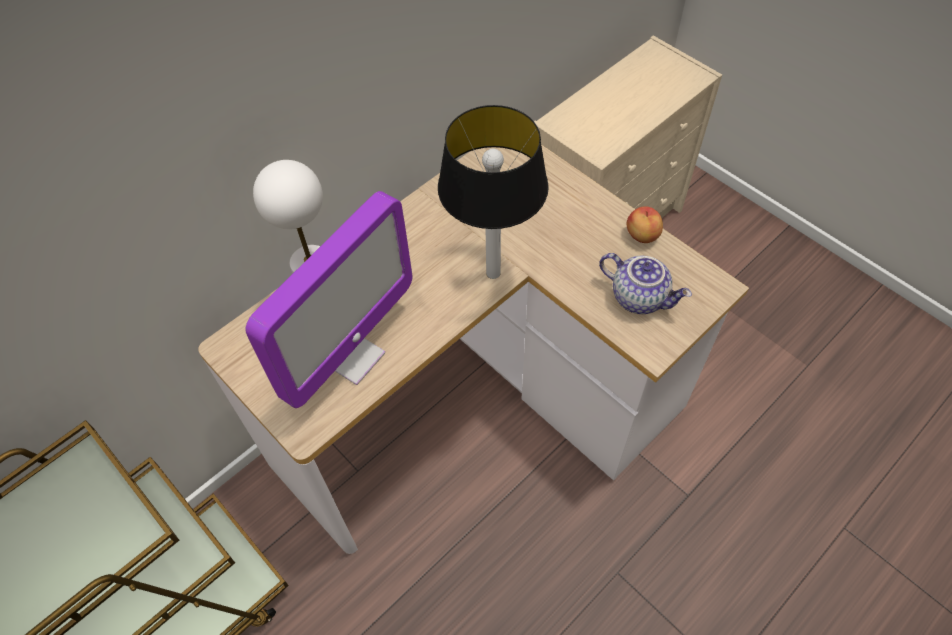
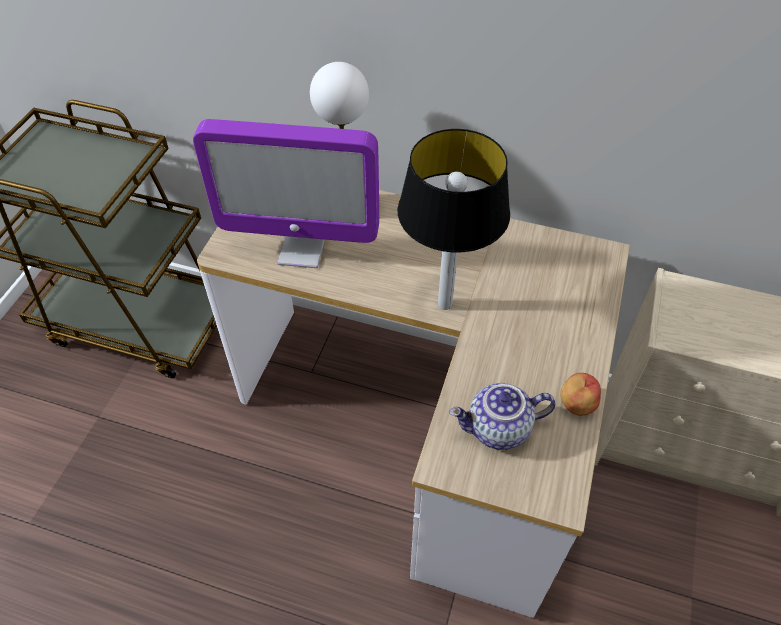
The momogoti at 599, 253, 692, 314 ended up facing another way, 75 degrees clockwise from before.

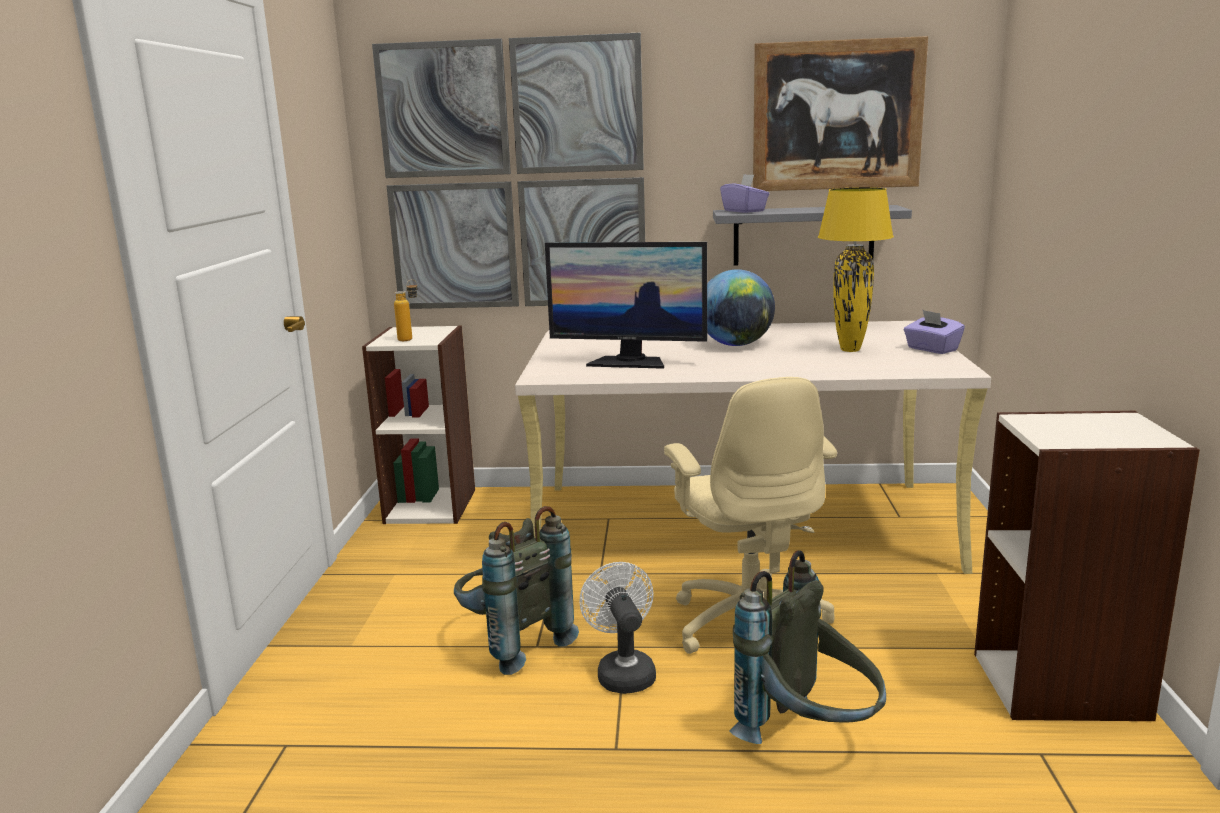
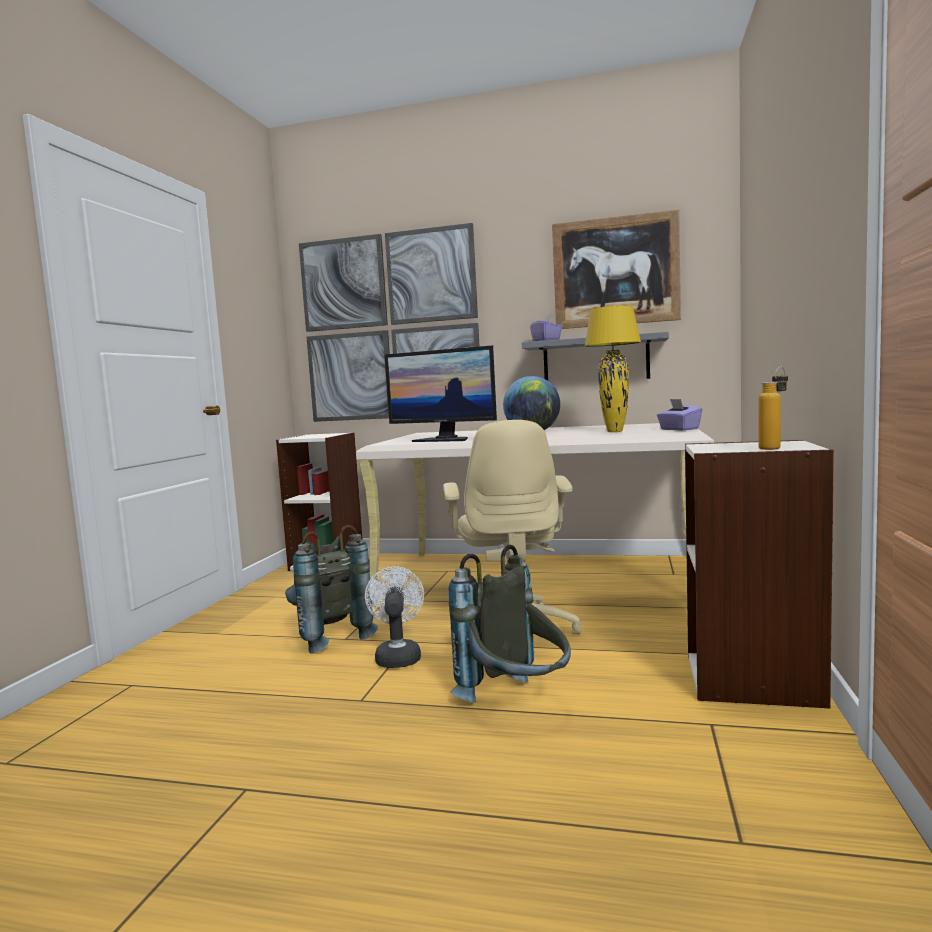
The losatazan ended up elsewhere, having gone from 394, 279, 418, 341 to 758, 367, 788, 450.

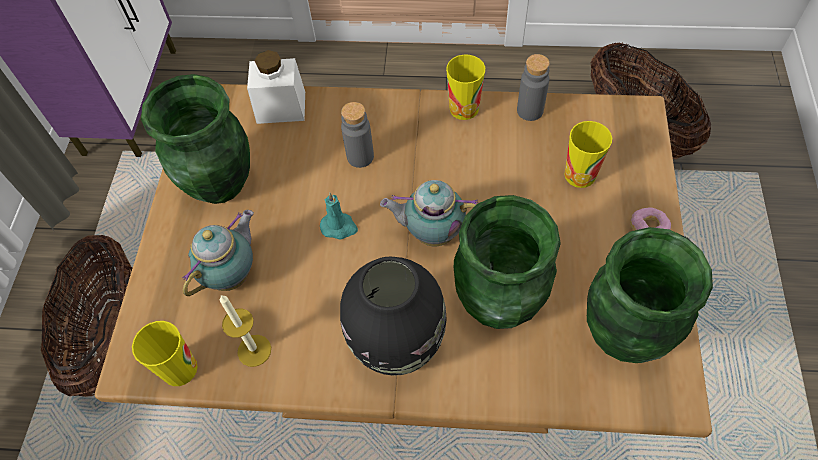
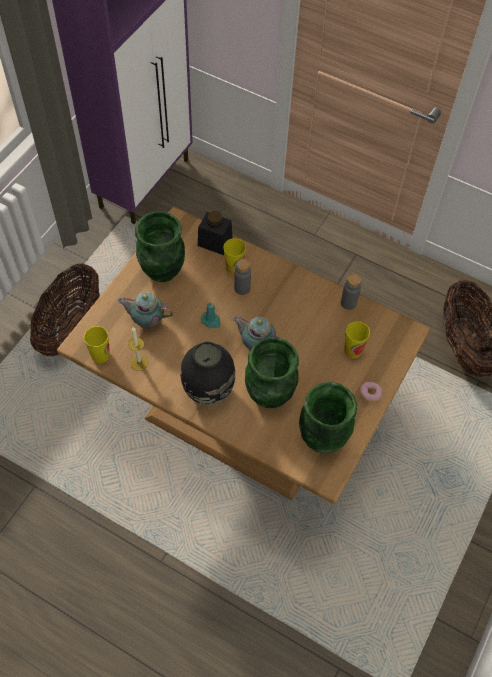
What was the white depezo at 247, 50, 305, 124 turned into the black depezo at 198, 211, 233, 255.
The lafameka ended up elsewhere, having gone from 446, 55, 485, 120 to 223, 238, 246, 275.
The momogoti at 182, 210, 254, 296 ended up facing another way, 135 degrees counterclockwise from before.

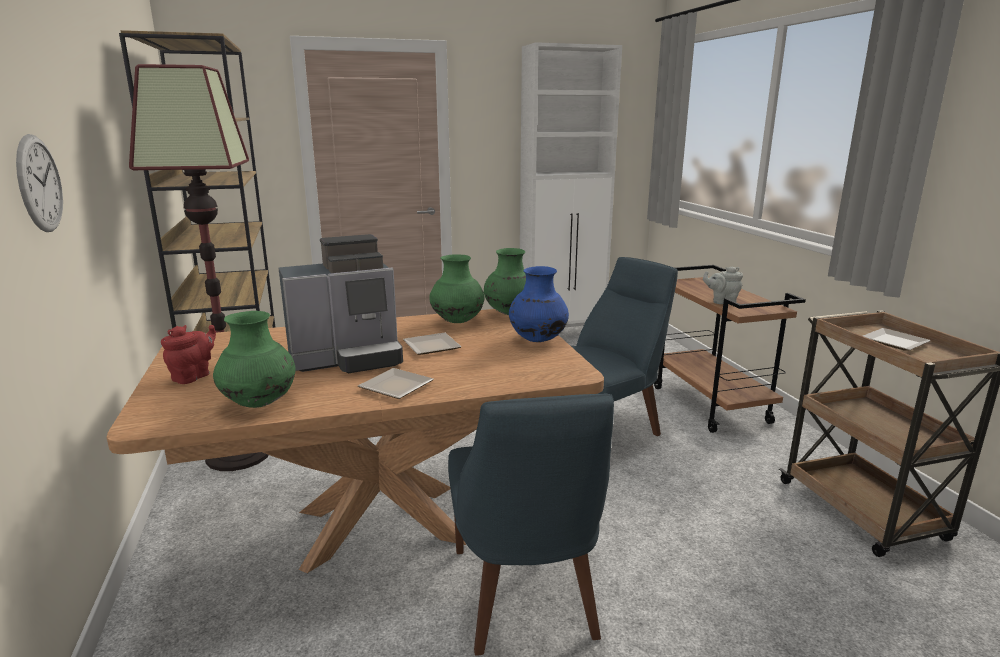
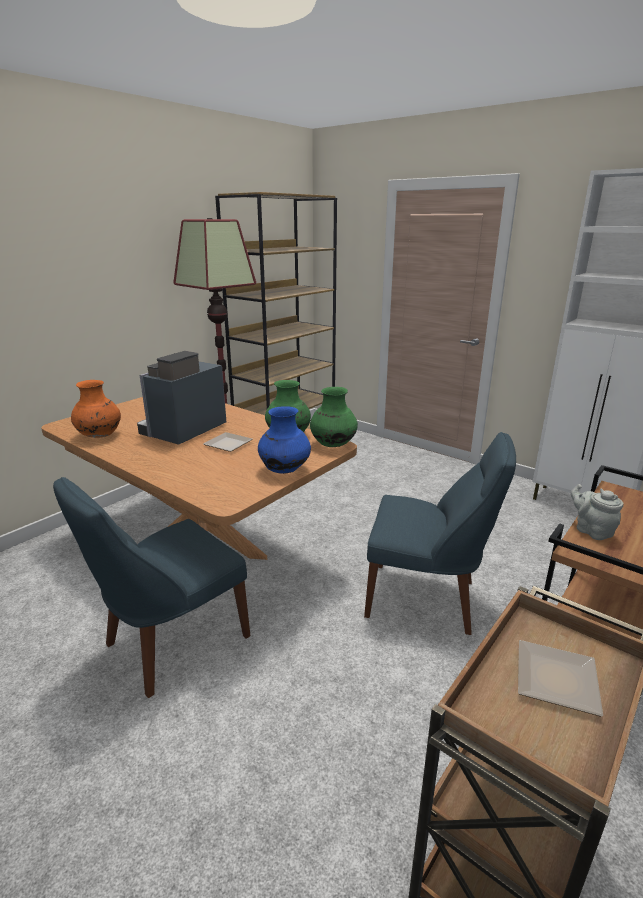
The second view lost the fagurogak at 16, 134, 63, 232.
The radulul at 279, 234, 403, 373 ended up facing another way, 90 degrees clockwise from before.
What was the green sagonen at 213, 311, 296, 408 turned into the orange sagonen at 71, 380, 121, 438.
The second view lost the red momogoti at 161, 325, 216, 384.
The second view lost the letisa at 358, 368, 434, 399.

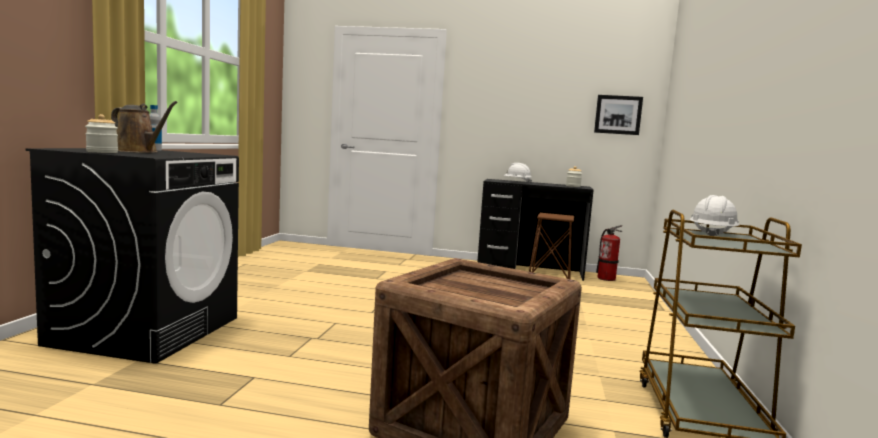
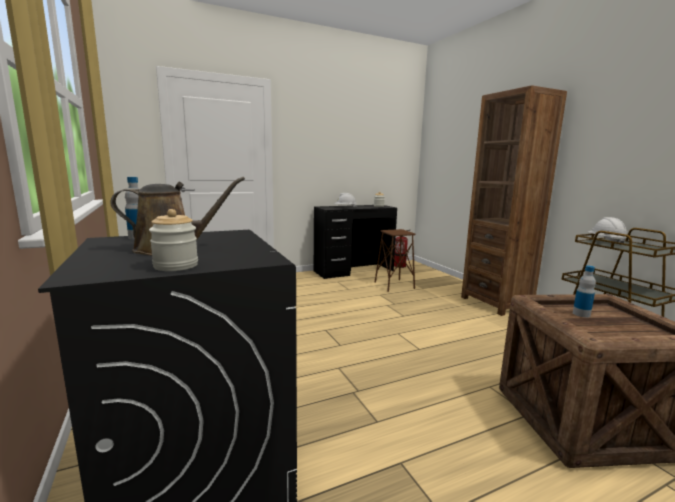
The second view lost the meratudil at 594, 95, 643, 135.
The second view gained the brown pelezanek at 461, 85, 567, 316.
The second view gained the losatazan at 573, 265, 596, 318.

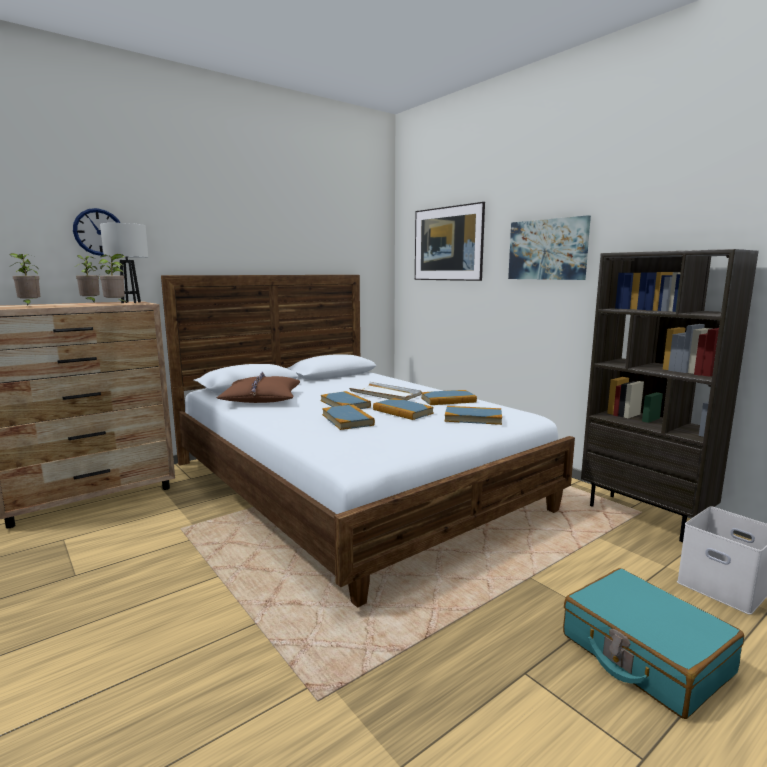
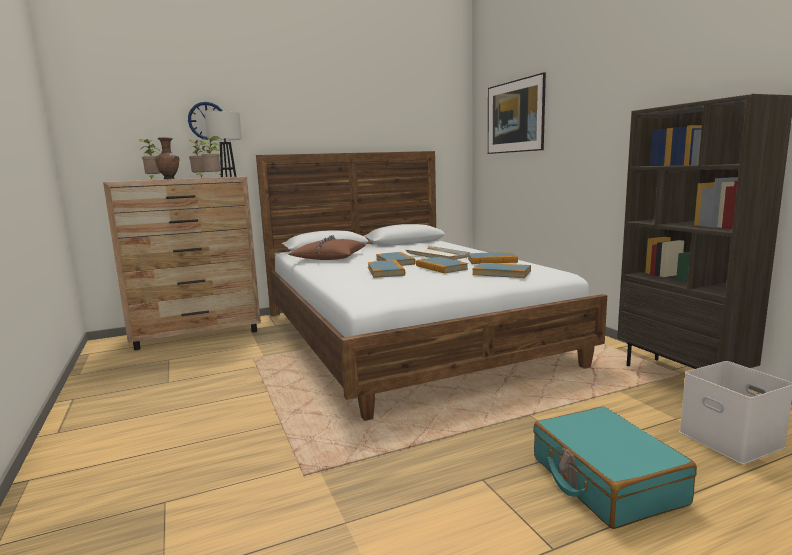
The second view lost the meratudil at 508, 215, 591, 280.
The second view gained the brown sagonen at 155, 137, 179, 179.

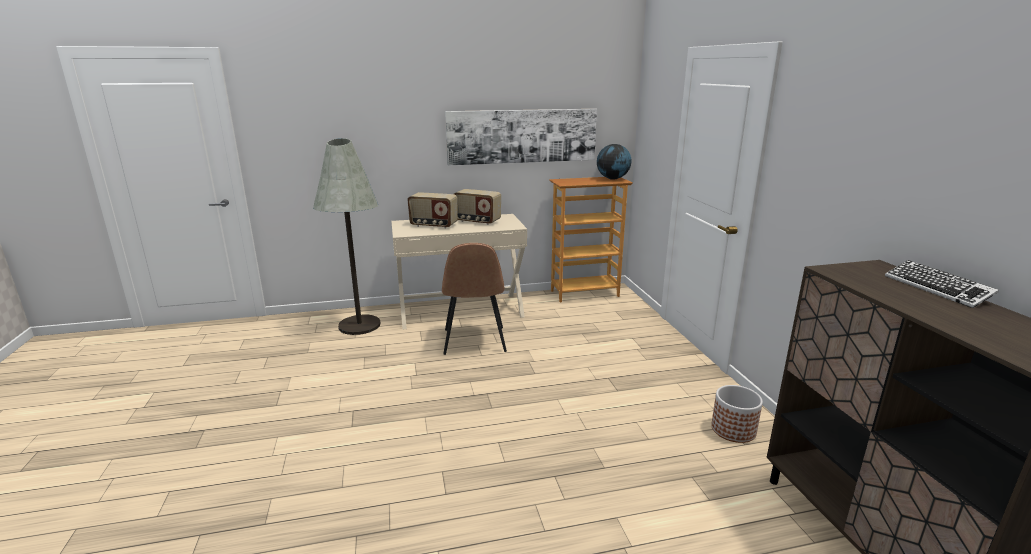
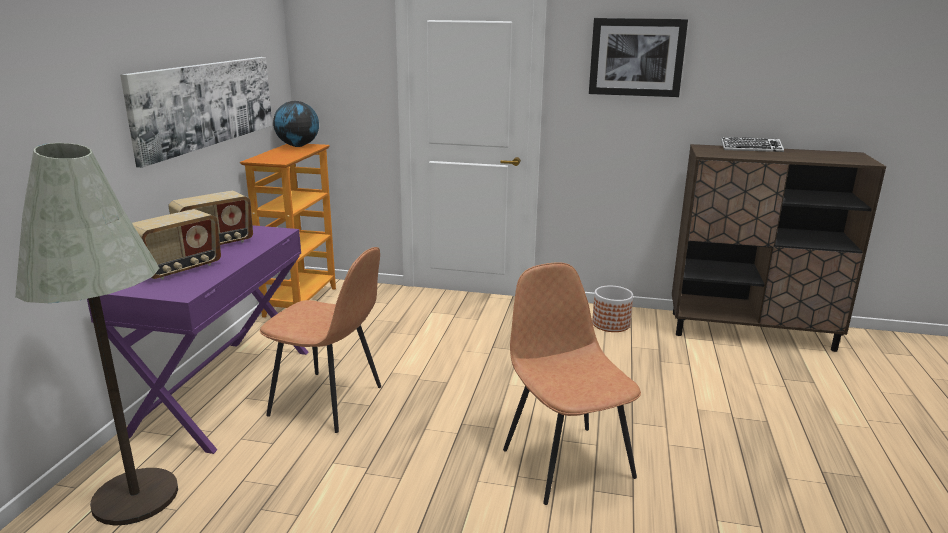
What was the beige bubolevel at 391, 214, 527, 330 turned into the purple bubolevel at 87, 225, 308, 454.
The second view gained the meratudil at 589, 18, 688, 97.
The second view gained the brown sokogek at 503, 262, 641, 505.

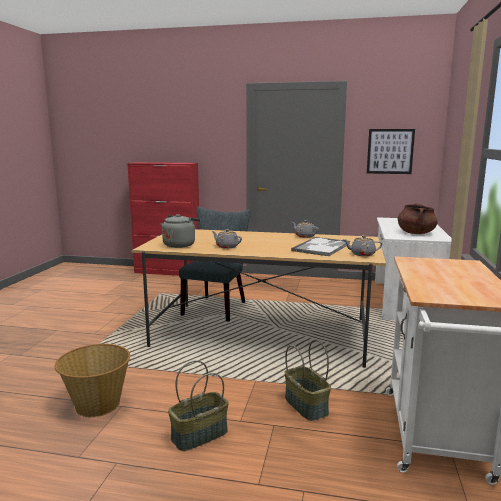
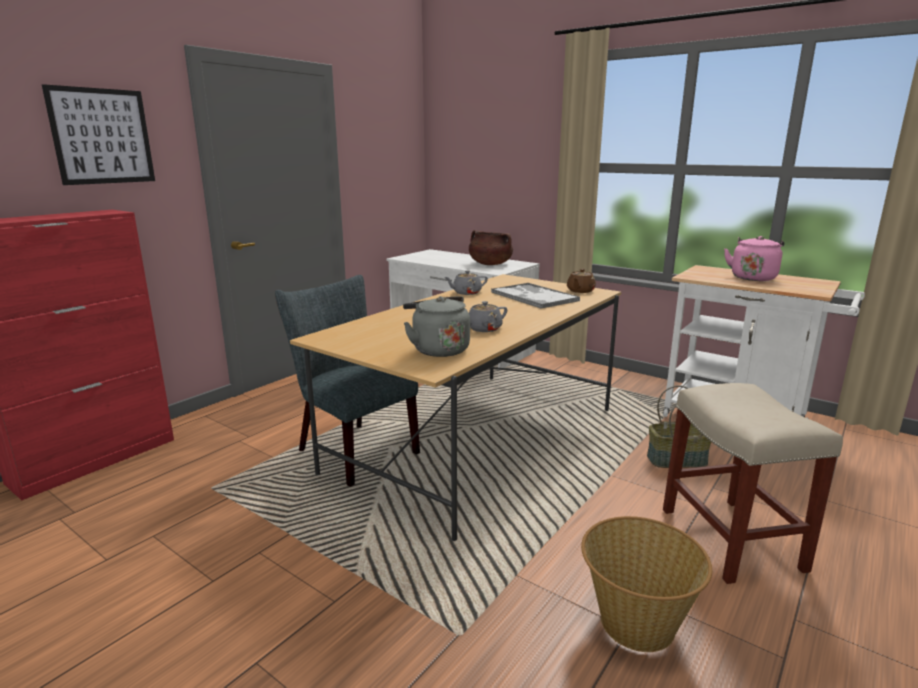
The meratudil ended up elsewhere, having gone from 367, 129, 415, 174 to 42, 84, 155, 185.
What was the grey momogoti at 342, 235, 382, 256 turned into the brown momogoti at 567, 269, 596, 293.
Where the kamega stood at 168, 360, 229, 451, the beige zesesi came to stand at 663, 383, 843, 584.
The second view gained the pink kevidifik at 724, 236, 784, 281.

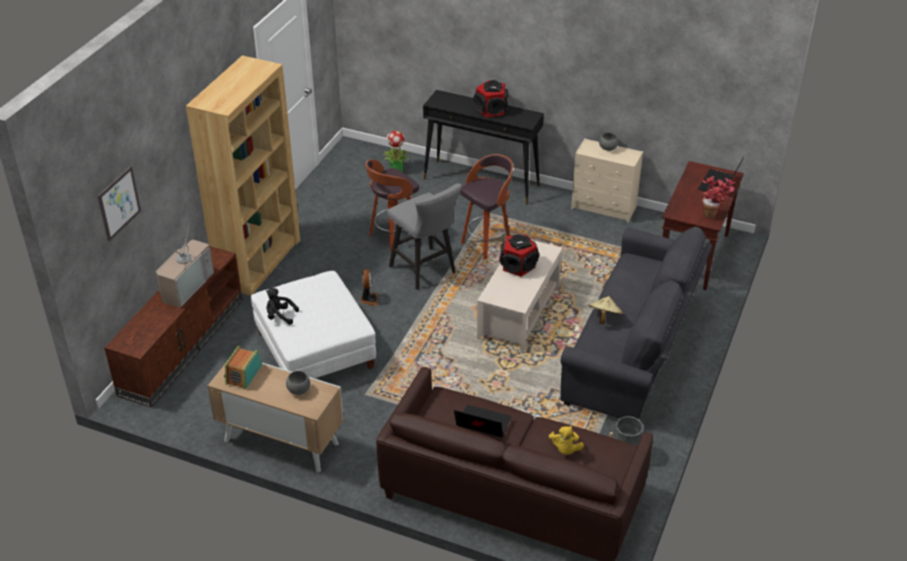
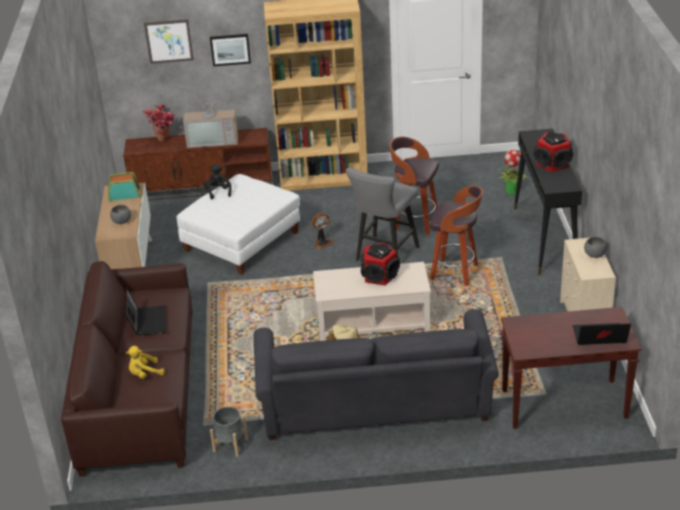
The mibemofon ended up elsewhere, having gone from 702, 176, 735, 218 to 143, 104, 175, 142.
The second view gained the meratudil at 210, 34, 251, 66.

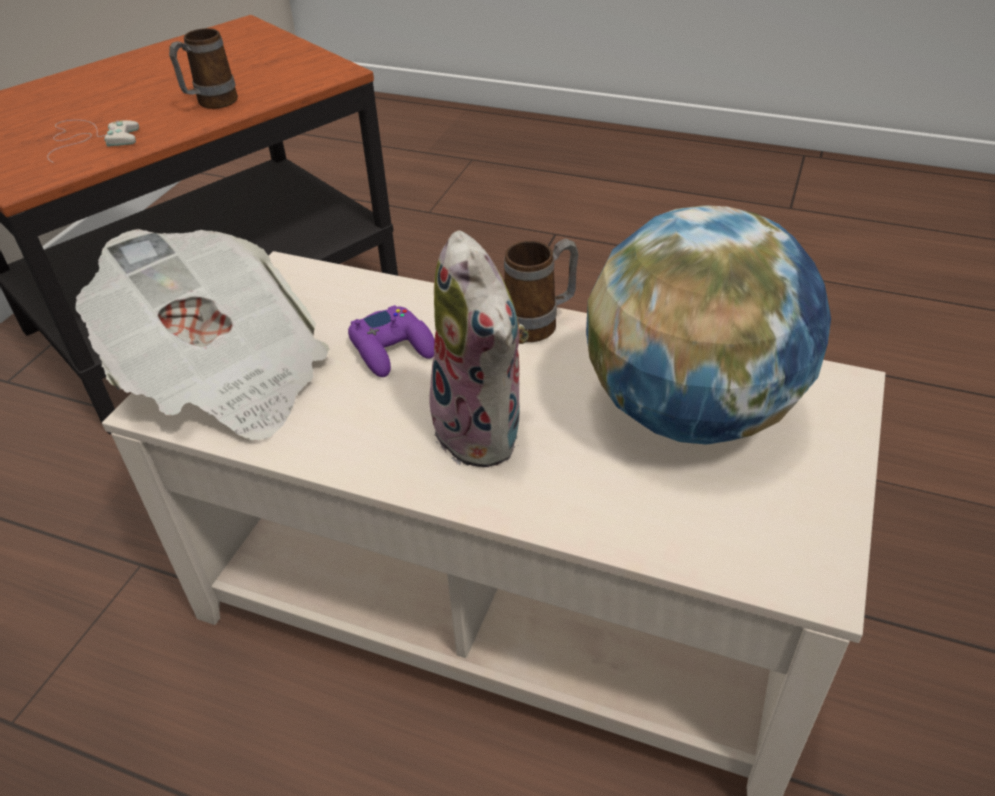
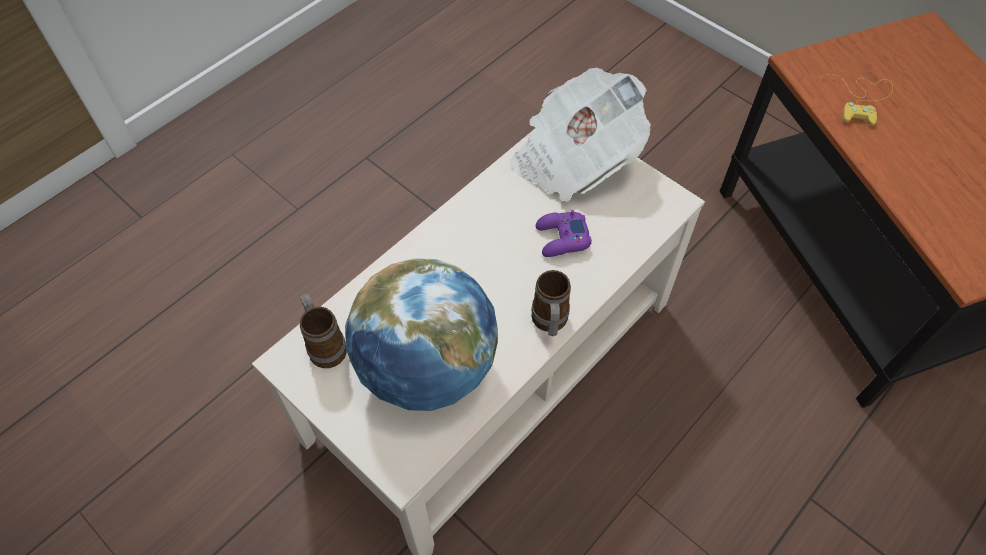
The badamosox ended up elsewhere, having gone from 169, 28, 238, 109 to 300, 294, 347, 368.
What was the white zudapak at 47, 120, 139, 163 turned into the yellow zudapak at 820, 74, 893, 126.
The second view lost the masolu at 426, 231, 528, 467.

